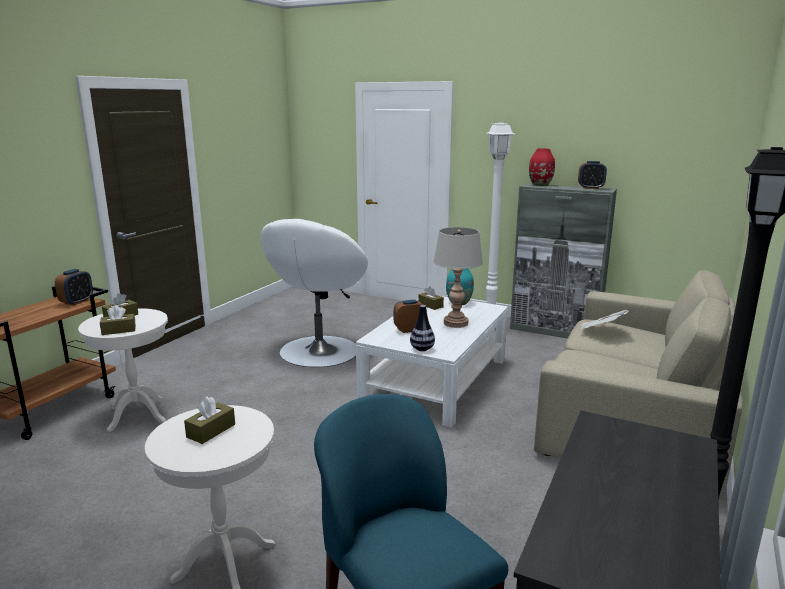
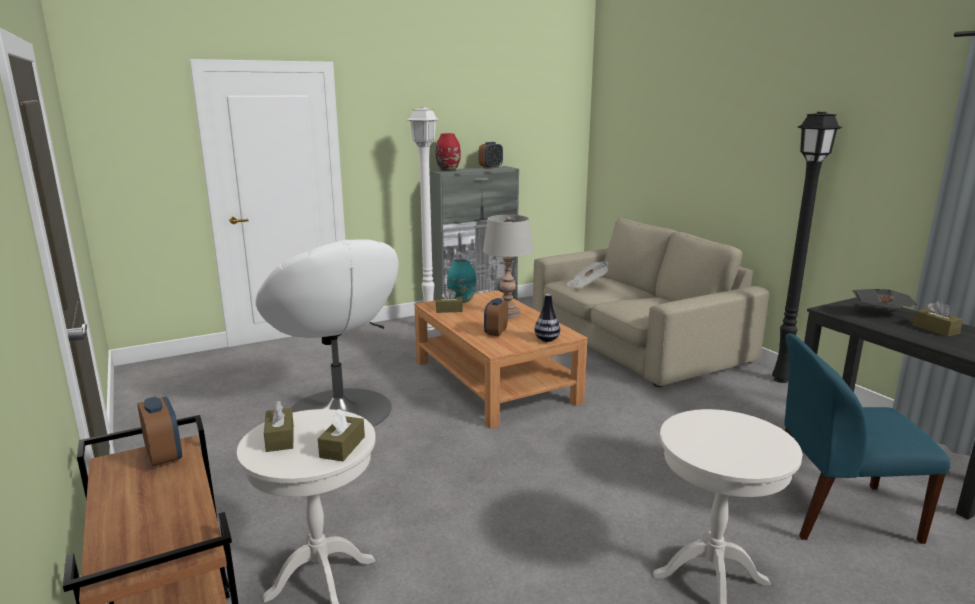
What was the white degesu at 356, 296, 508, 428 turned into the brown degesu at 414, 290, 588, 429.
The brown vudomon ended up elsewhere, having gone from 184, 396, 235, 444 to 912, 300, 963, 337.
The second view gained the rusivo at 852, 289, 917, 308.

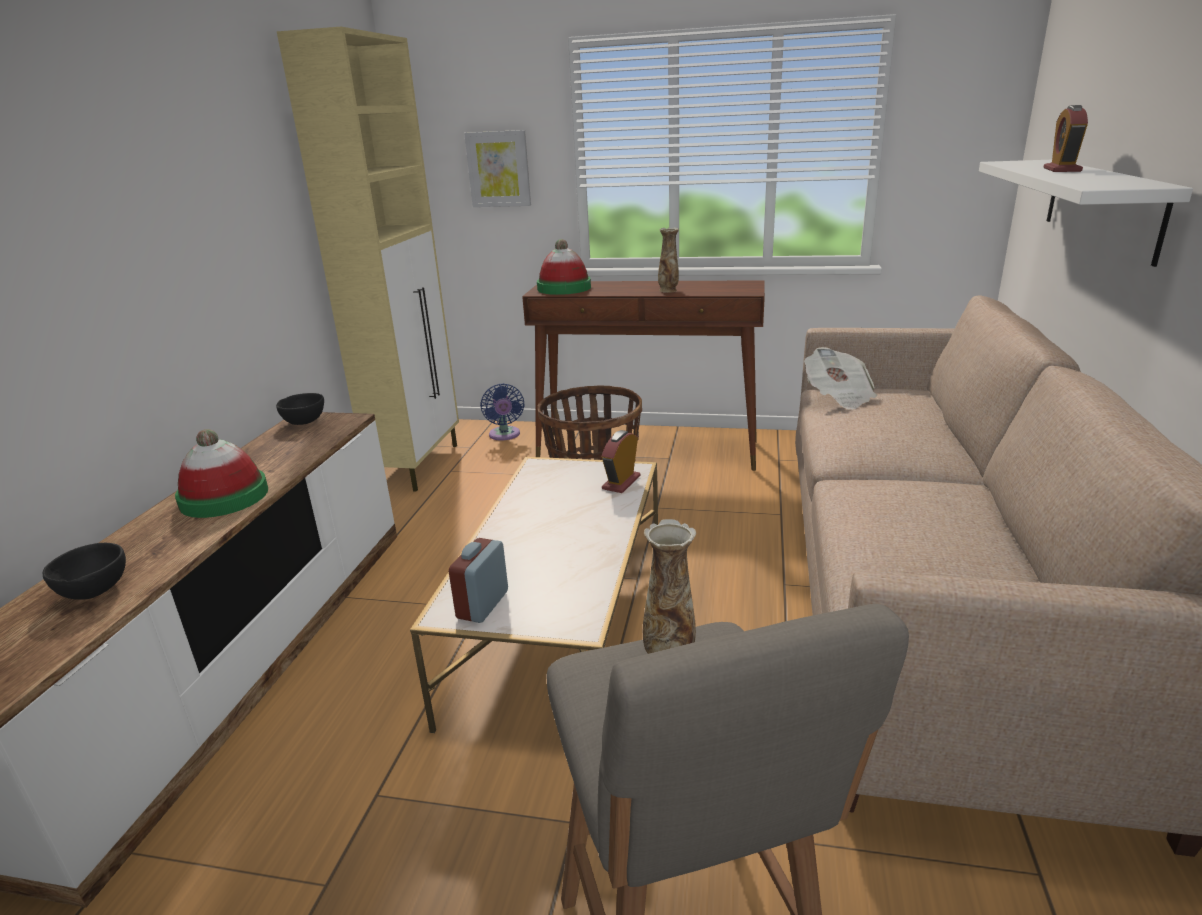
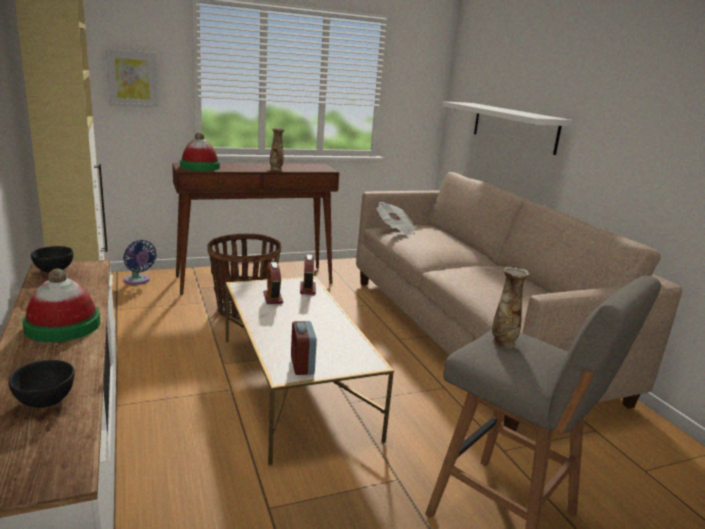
The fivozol ended up elsewhere, having gone from 1044, 105, 1088, 172 to 264, 262, 283, 304.

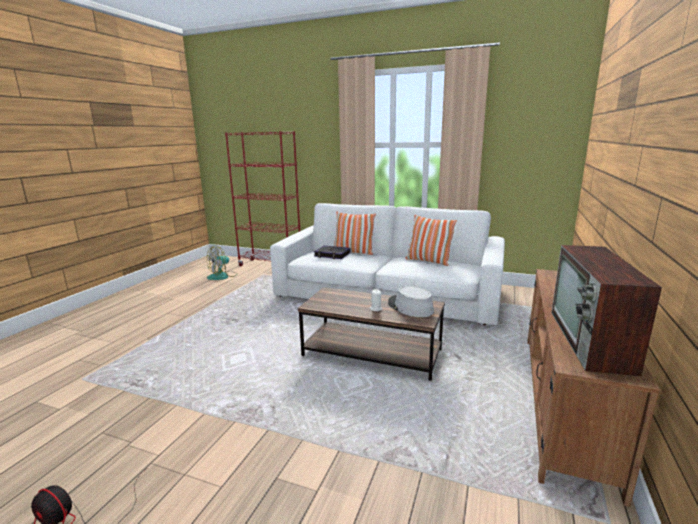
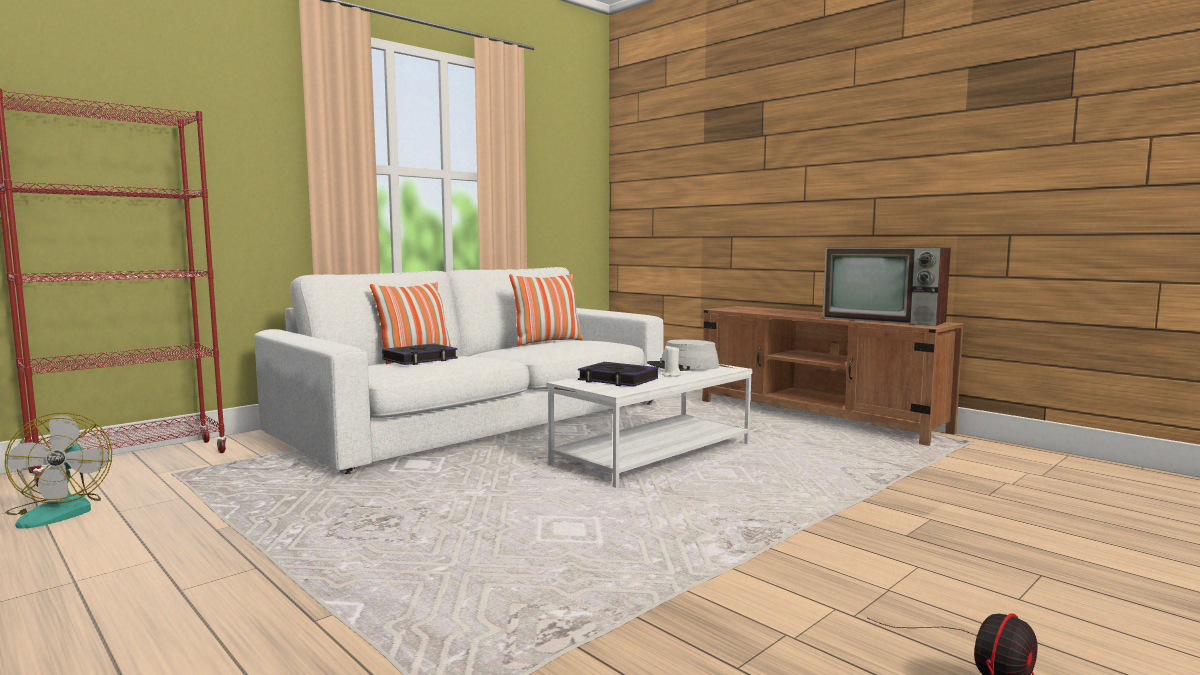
What was the brown degesu at 298, 287, 445, 381 turned into the white degesu at 547, 364, 752, 488.
The second view gained the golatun at 578, 362, 658, 387.

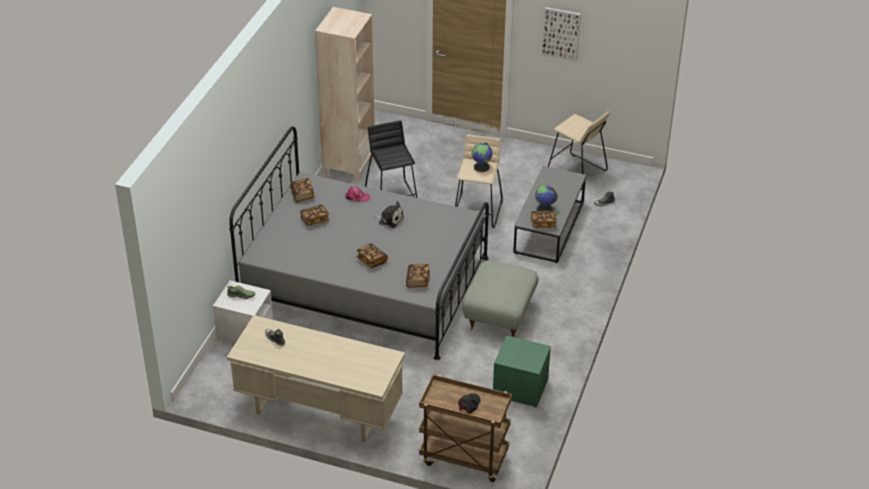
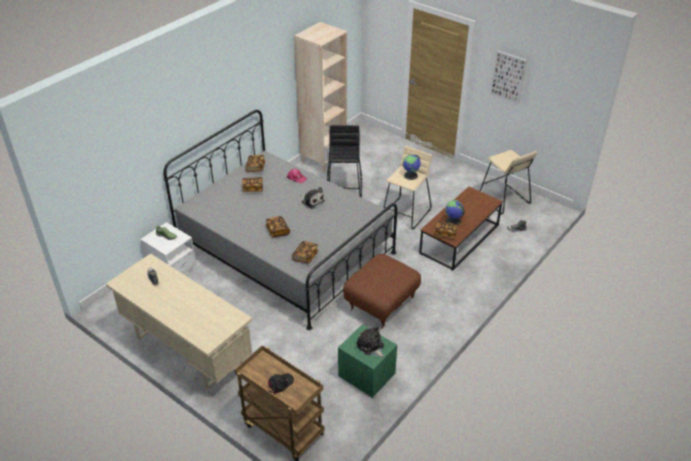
What was the grey degesu at 513, 166, 586, 263 turned into the brown degesu at 419, 187, 503, 270.
What was the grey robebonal at 462, 260, 539, 337 turned into the brown robebonal at 343, 254, 421, 328.
The second view gained the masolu at 357, 326, 384, 358.

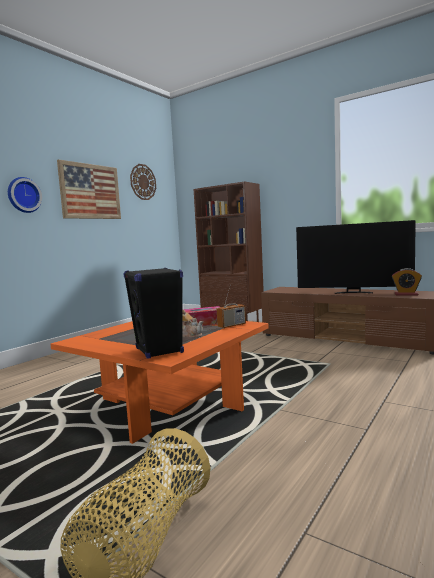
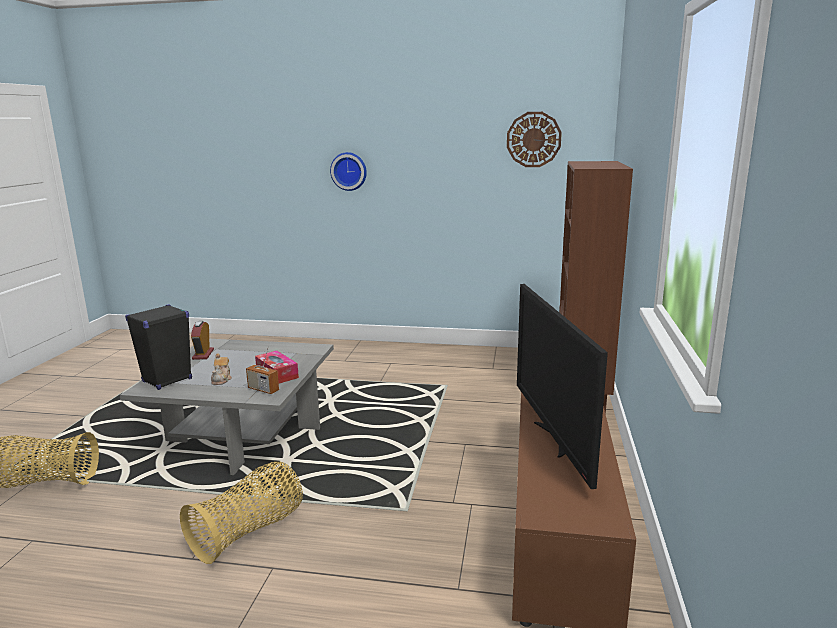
The second view lost the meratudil at 57, 159, 121, 219.
The fivozol ended up elsewhere, having gone from 392, 268, 422, 295 to 191, 321, 214, 360.
What was the orange degesu at 51, 321, 269, 444 turned into the grey degesu at 120, 339, 334, 475.
The second view gained the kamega at 180, 462, 303, 564.

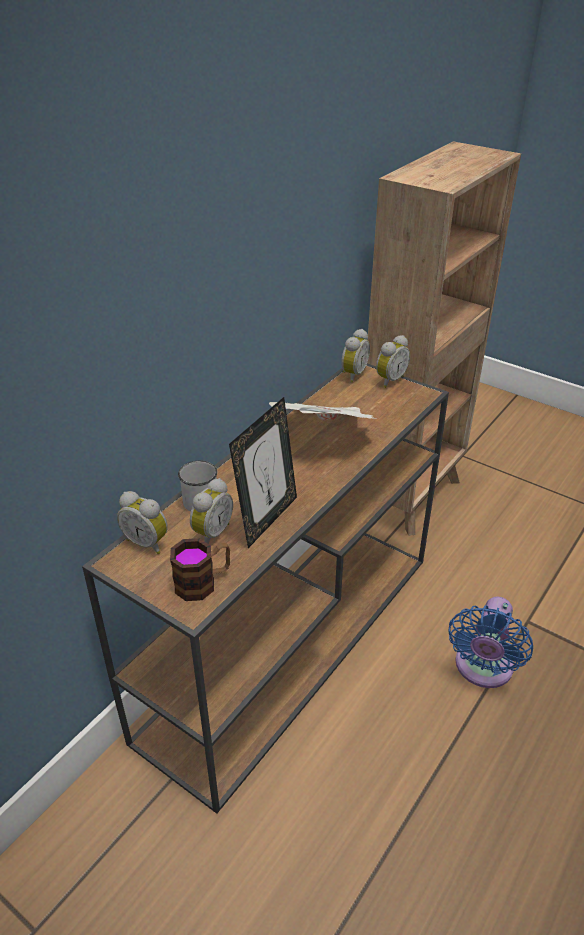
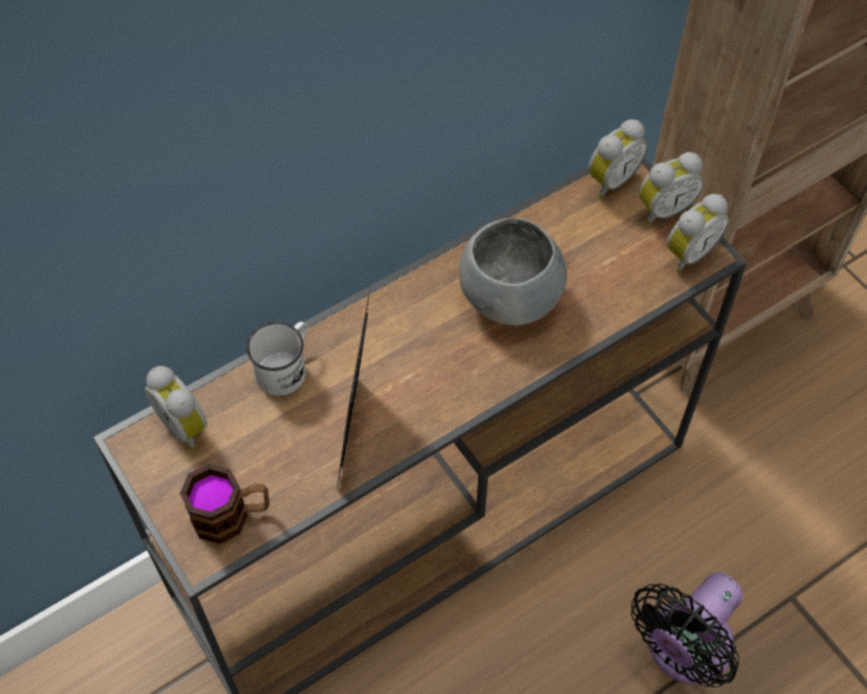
The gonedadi at 229, 397, 297, 548 ended up facing another way, 135 degrees clockwise from before.
Where the rusivo stood at 269, 402, 376, 421, the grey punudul came to stand at 459, 218, 567, 326.
The fivozol ended up elsewhere, having gone from 190, 478, 233, 544 to 667, 194, 729, 273.
What was the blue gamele at 449, 597, 533, 688 turned into the black gamele at 631, 572, 743, 687.

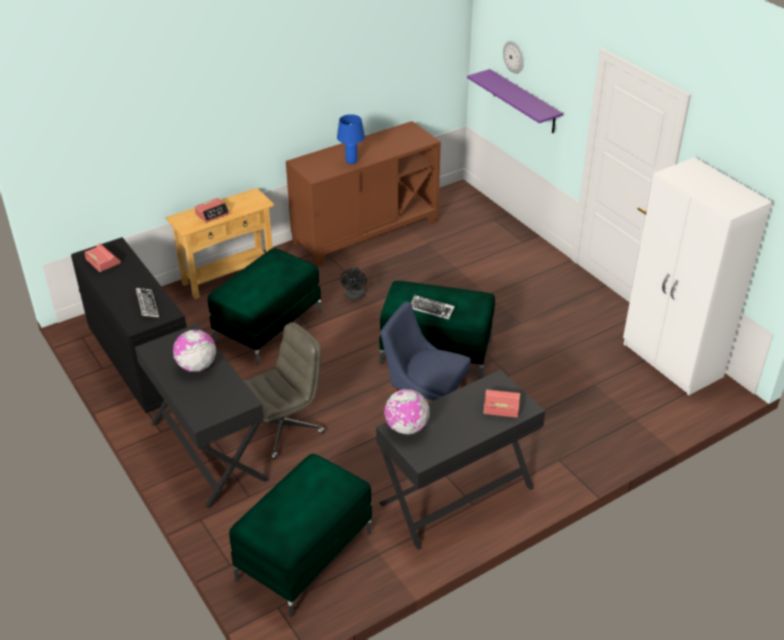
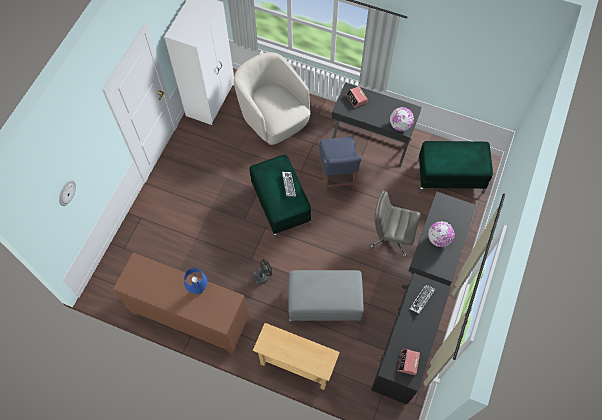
The second view lost the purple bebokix at 467, 69, 563, 133.
The second view lost the fivozol at 195, 198, 230, 223.
What was the green robebonal at 208, 248, 322, 365 turned into the grey robebonal at 288, 270, 363, 324.
The second view gained the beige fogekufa at 234, 52, 311, 145.

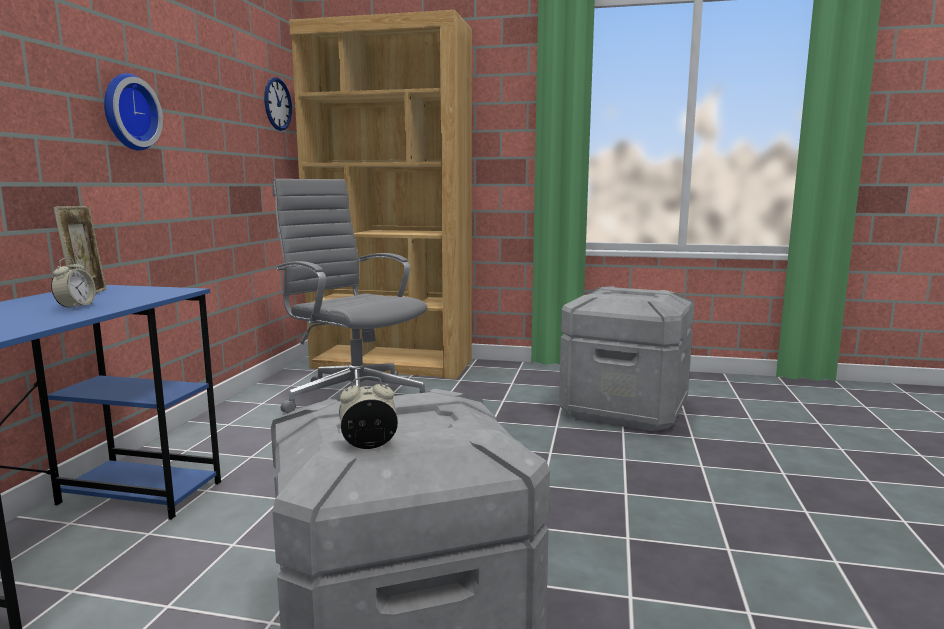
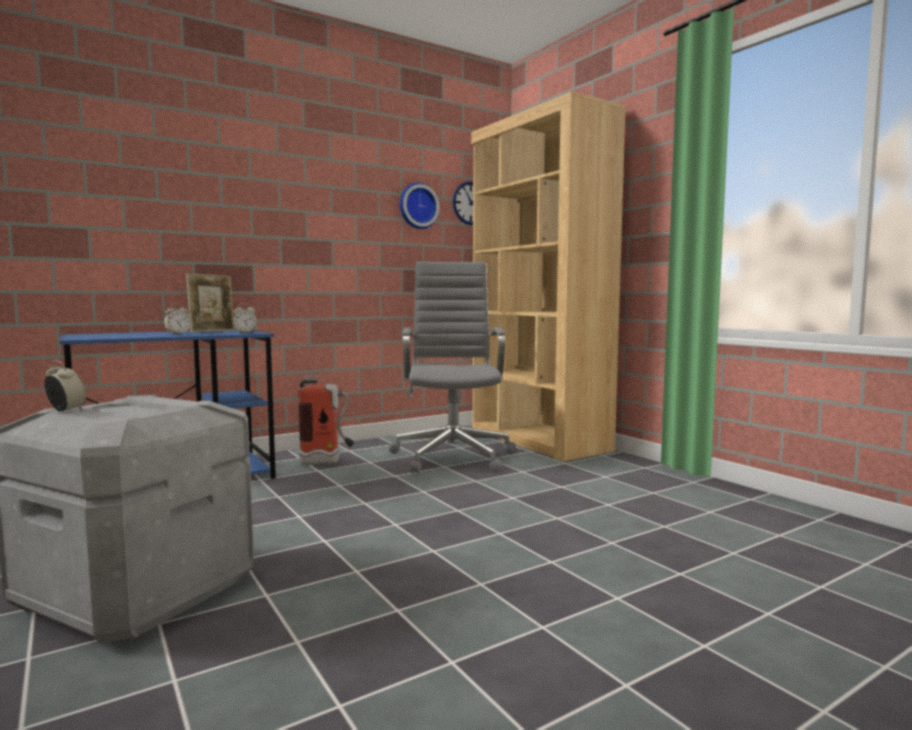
The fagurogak ended up elsewhere, having gone from 104, 73, 163, 151 to 400, 183, 440, 229.
The second view lost the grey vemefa at 559, 286, 695, 431.
The second view gained the fivozol at 233, 303, 257, 333.
The second view gained the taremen at 298, 375, 355, 465.

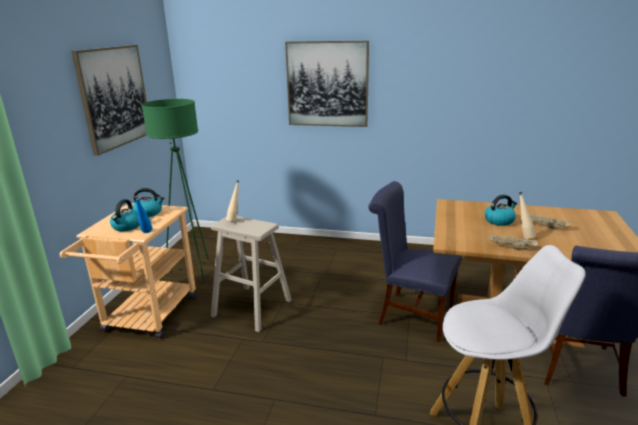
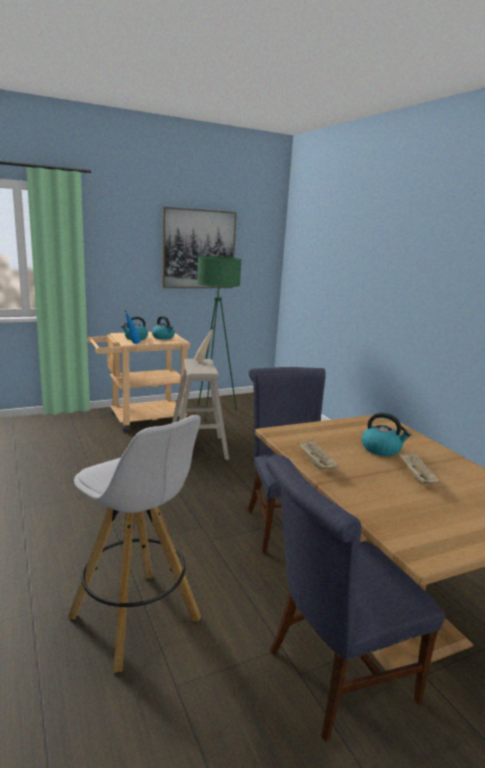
The second view lost the meratudil at 285, 41, 369, 127.
The second view lost the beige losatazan at 519, 192, 536, 239.

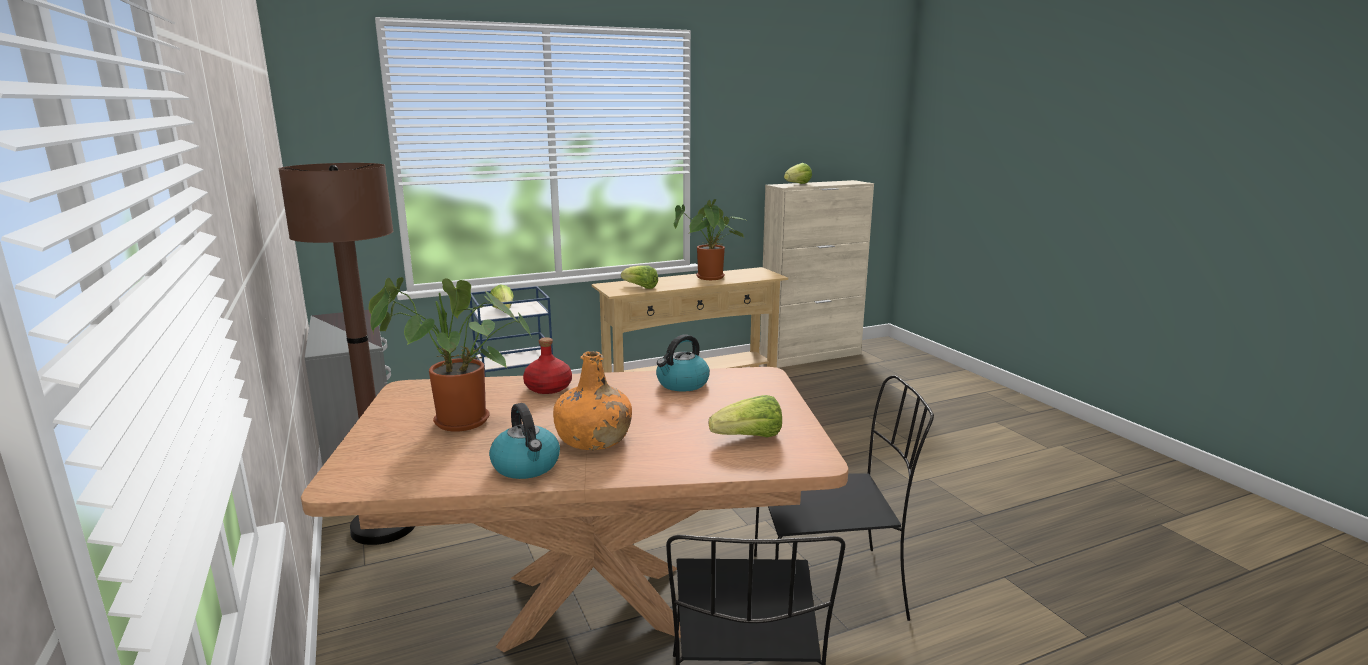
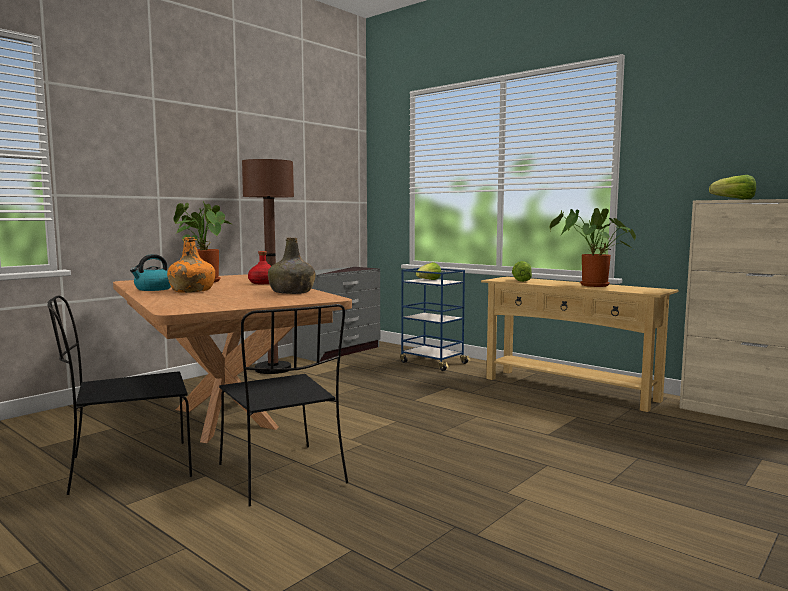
Where the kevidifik stood at 656, 334, 710, 392, the green losatazan came to stand at 268, 238, 315, 294.
The second view lost the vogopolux at 709, 395, 782, 437.

